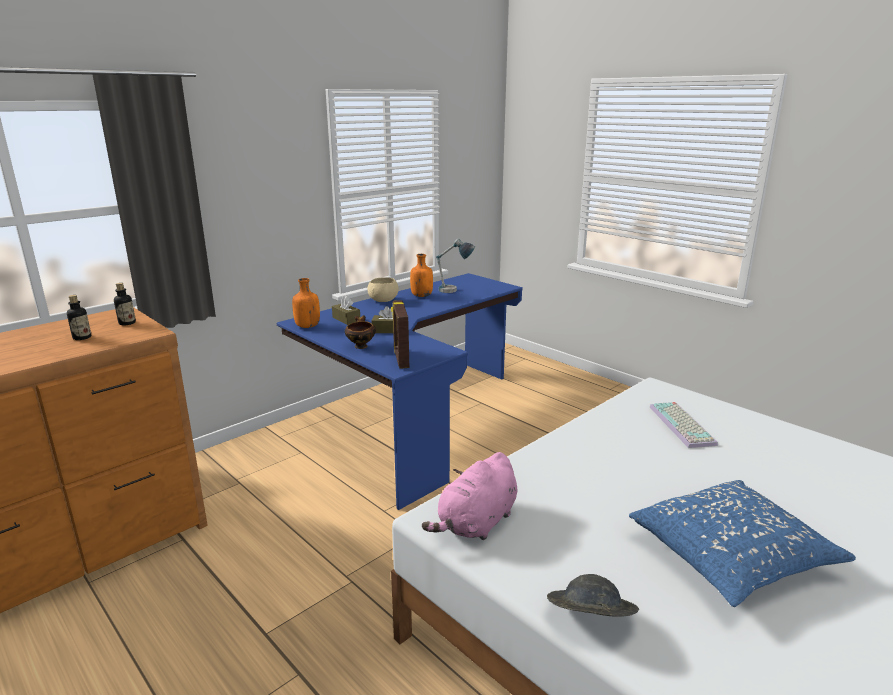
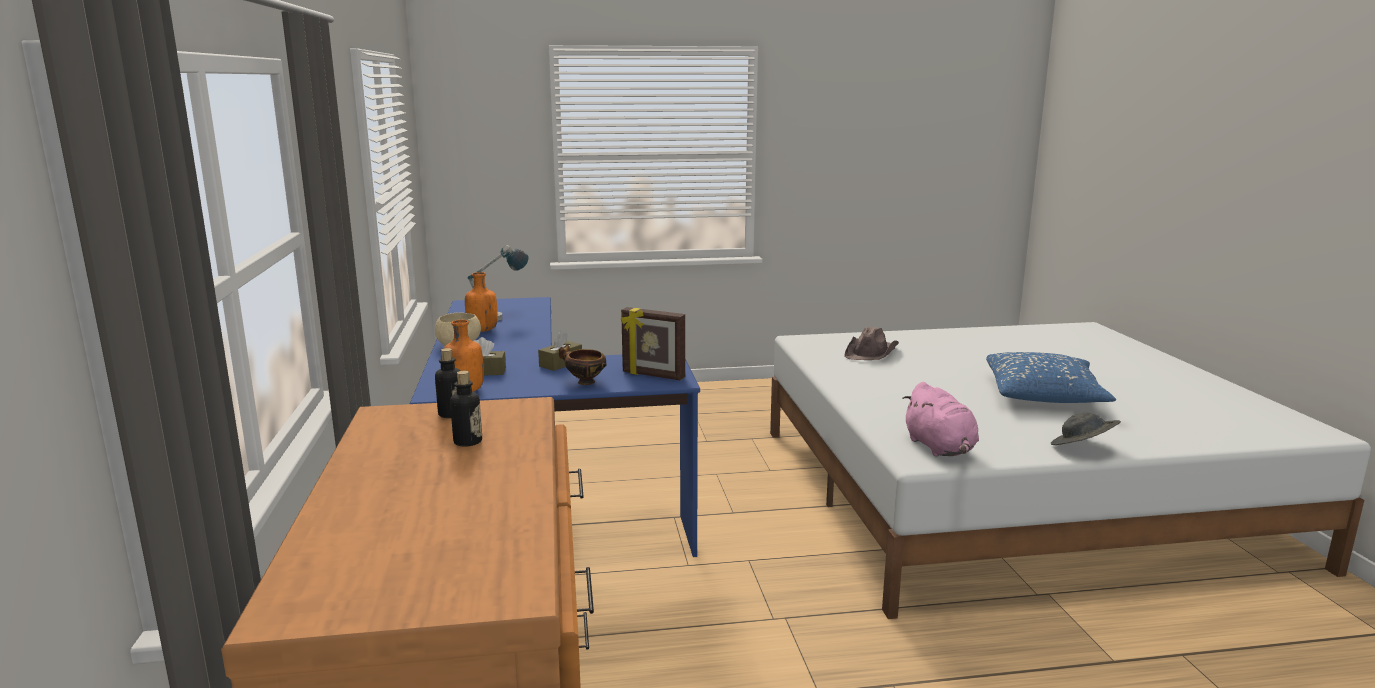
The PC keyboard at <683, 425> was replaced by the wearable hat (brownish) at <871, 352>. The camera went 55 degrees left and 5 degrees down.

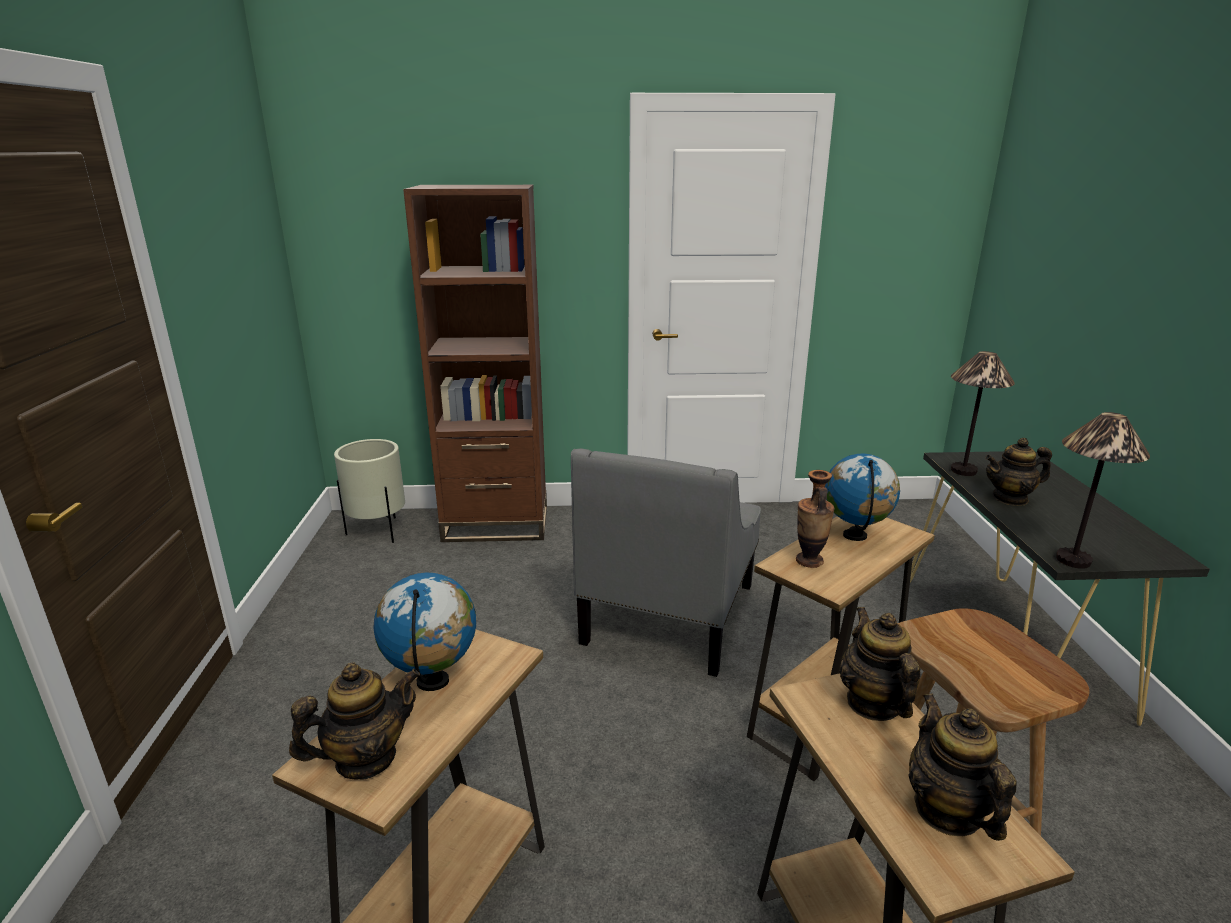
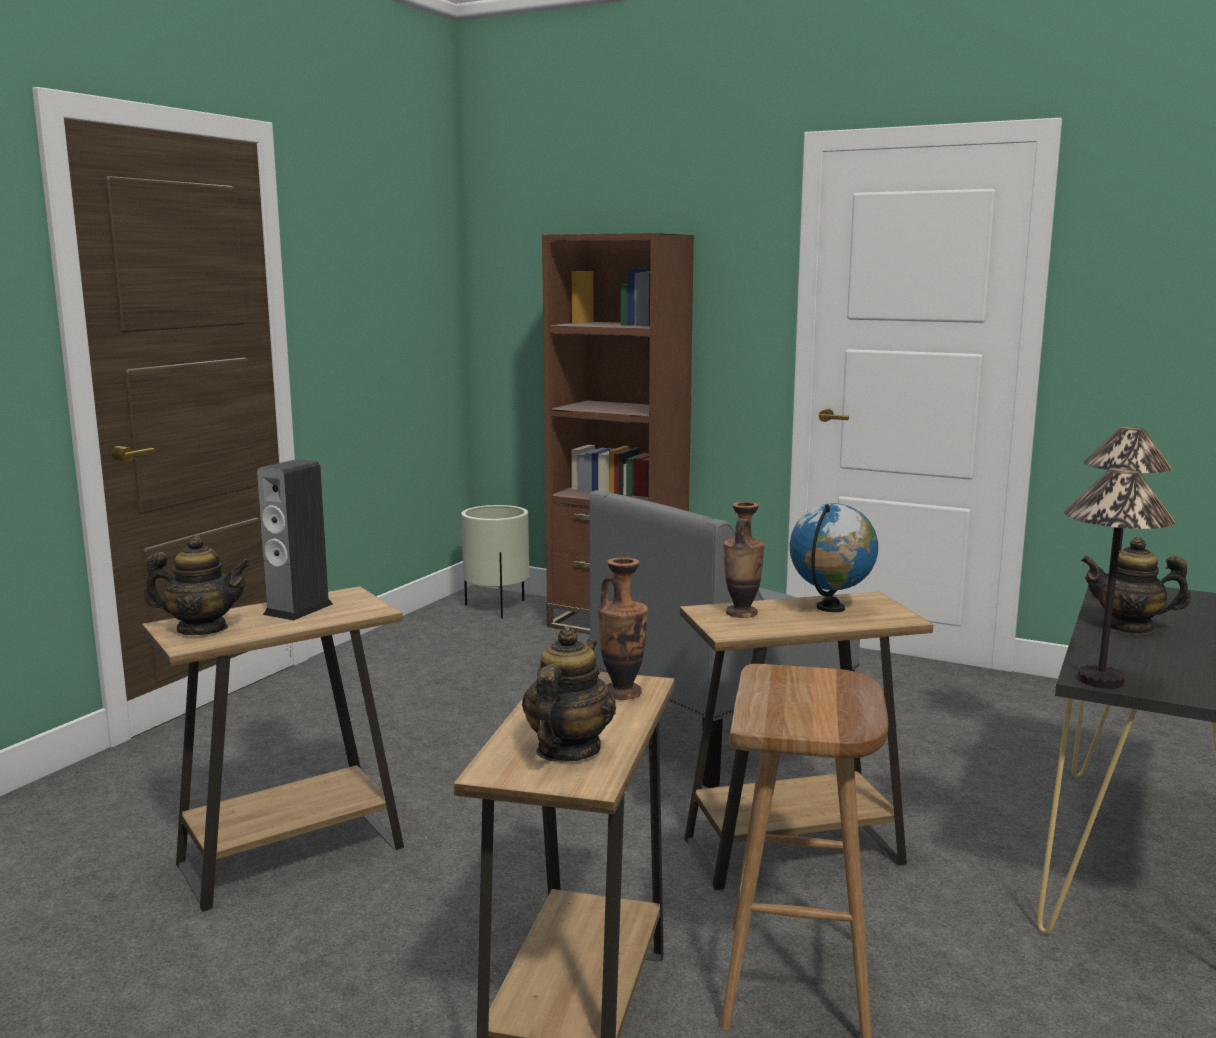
The world globe at <433, 682> was replaced by the speaker at <298, 609>. The pot for tea at <873, 703> was replaced by the flower vase at <622, 693>. The camera went 30 degrees right and 10 degrees down.

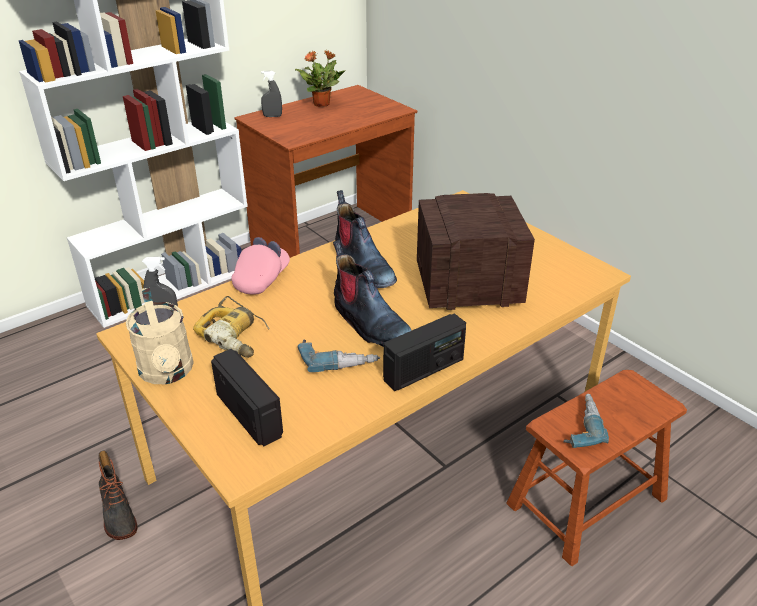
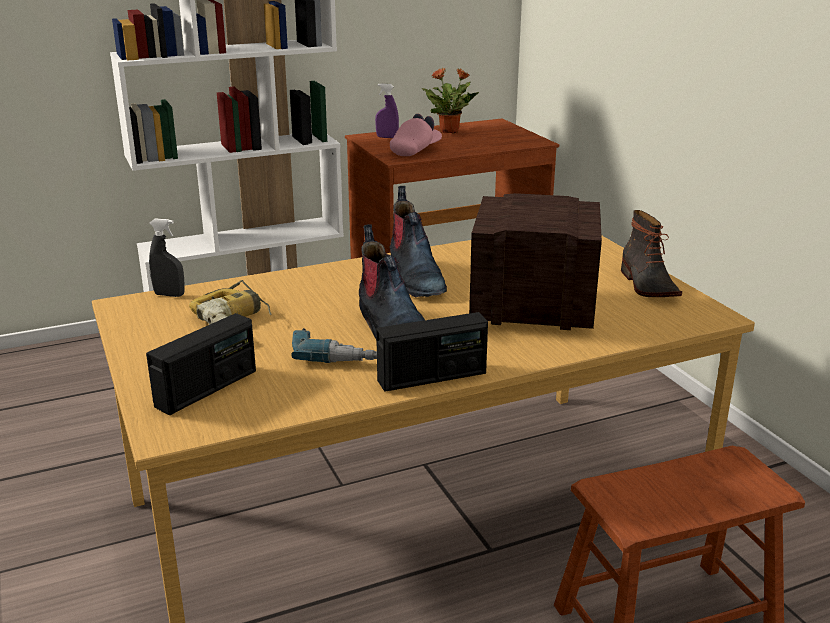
The high-top boot moved from <117, 514> to <646, 285>. The sprinkling can (beige-coloured) at <168, 373> disappeared. The radio receiver at <250, 414> turned 60 degrees clockwise. The peaked cap (pink-coloured) moved from <262, 279> to <416, 150>. The sprayer (grey) at <272, 116> became the sprayer (purple-coloured) at <387, 137>. The power drill at <579, 425> disappeared. The camera went 15 degrees right and 10 degrees down.

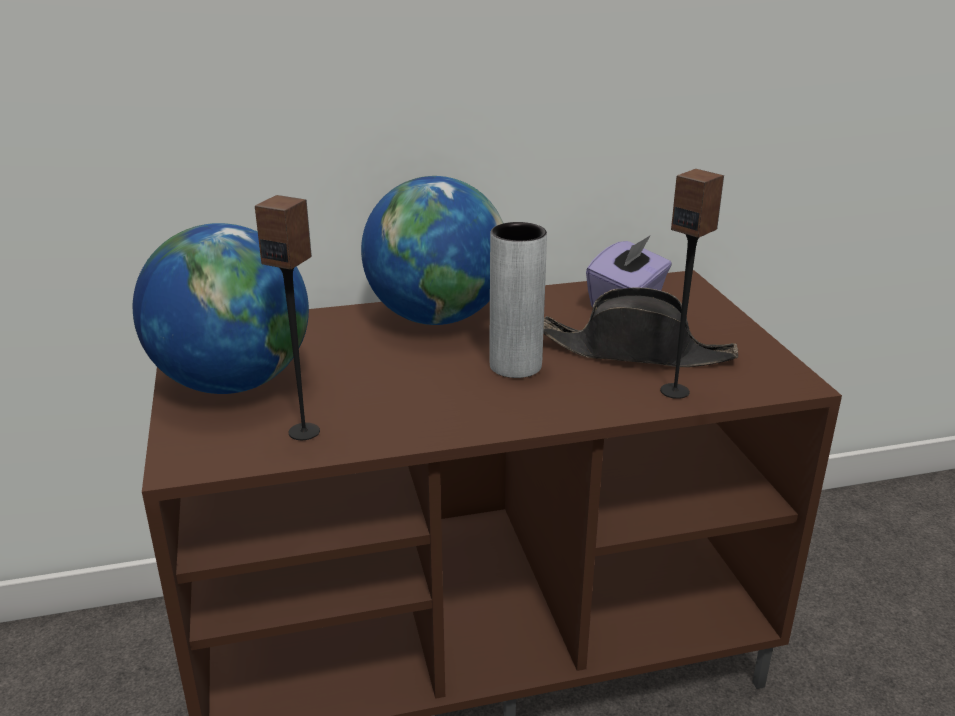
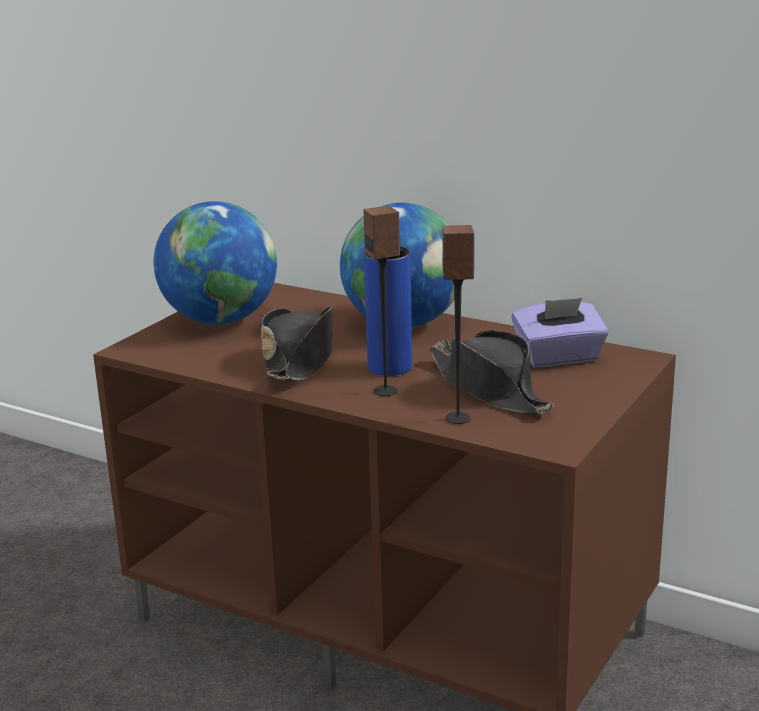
The speaker moved from <304, 431> to <386, 391>. The flower vase (grey) at <515, 366> became the flower vase (blue-coloured) at <390, 367>. The wearable hat (black) at <300, 359> appeared. The camera went 45 degrees right and 5 degrees down.

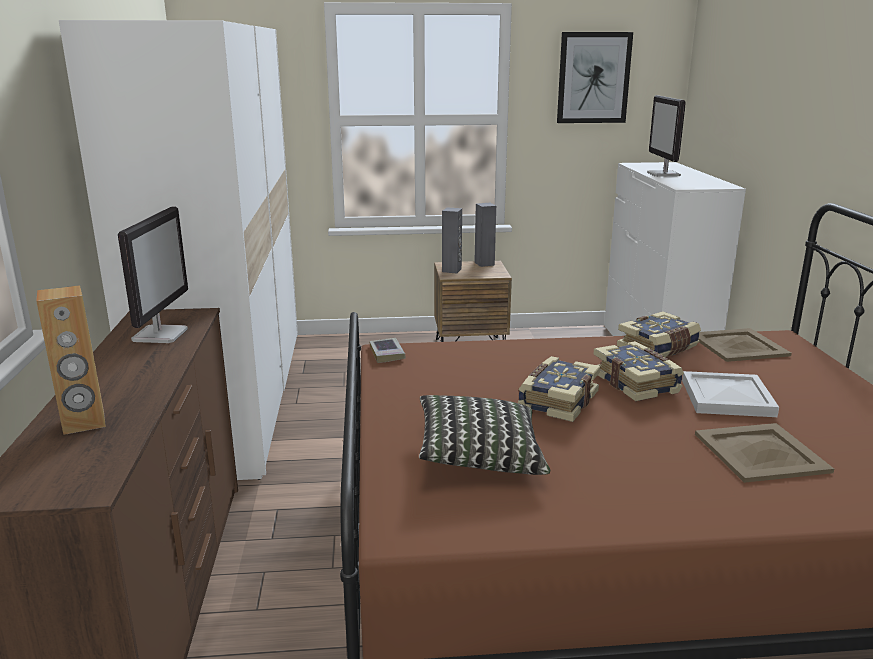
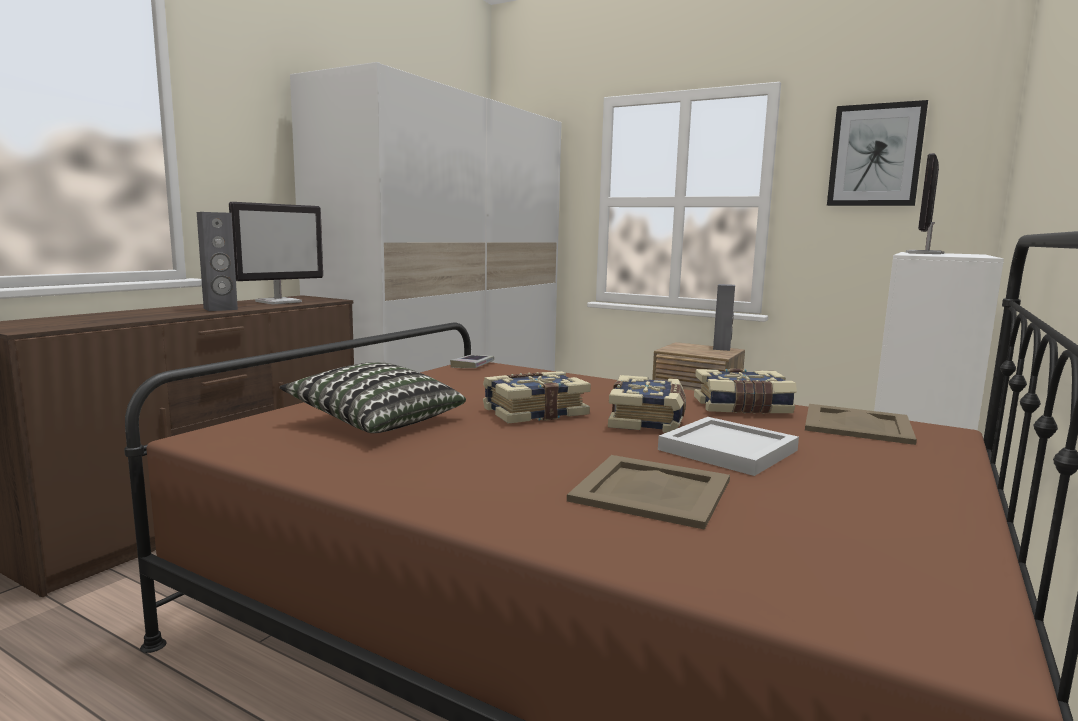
The speaker (brownish) at <84, 423> disappeared. The speaker (grey) moved from <452, 270> to <220, 309>. The camera went 35 degrees right and 10 degrees down.

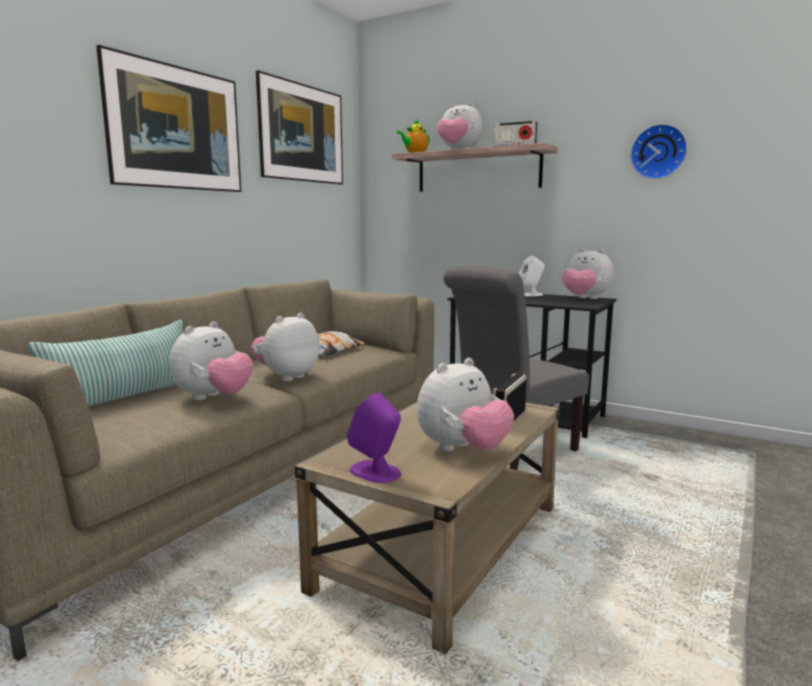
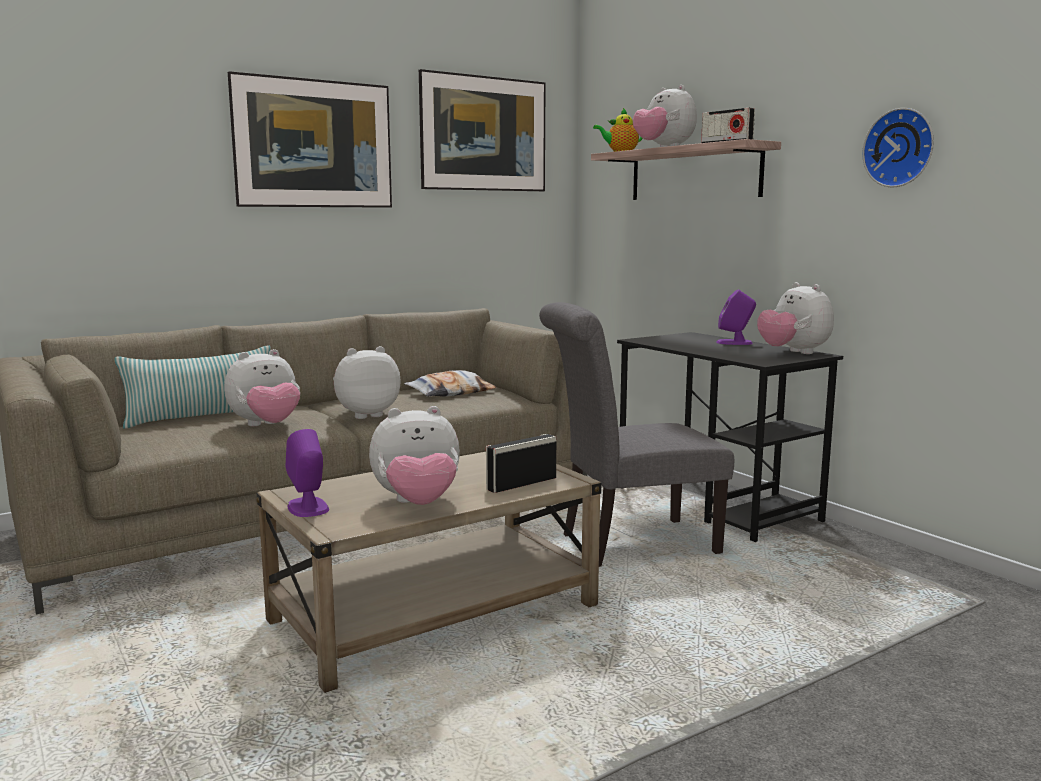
The speaker (white-coloured) at <530, 295> became the speaker (purple-coloured) at <735, 342>. The camera went 25 degrees right and 0 degrees up.

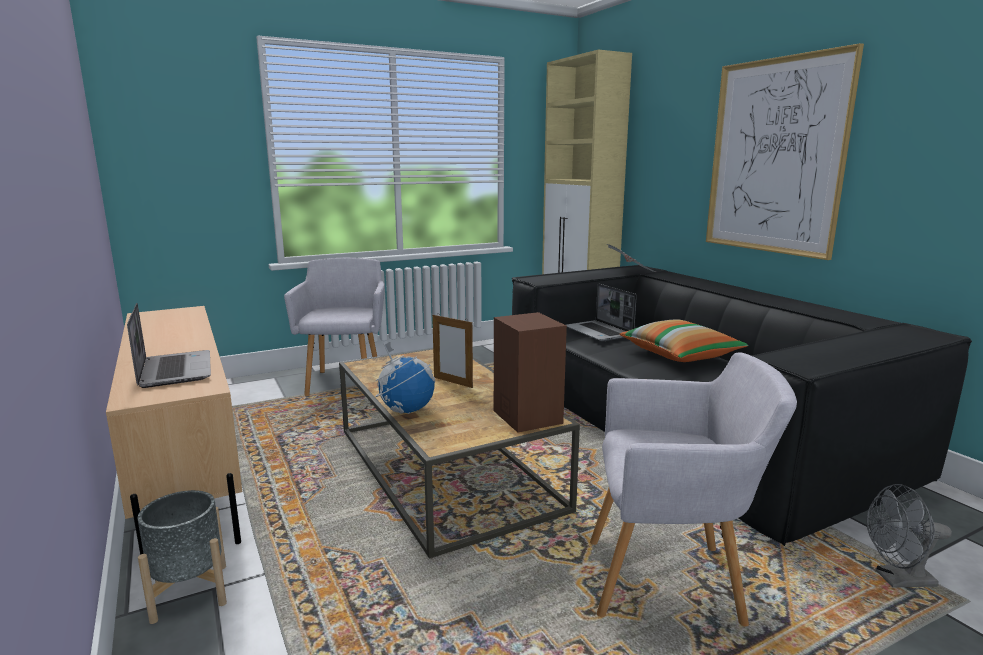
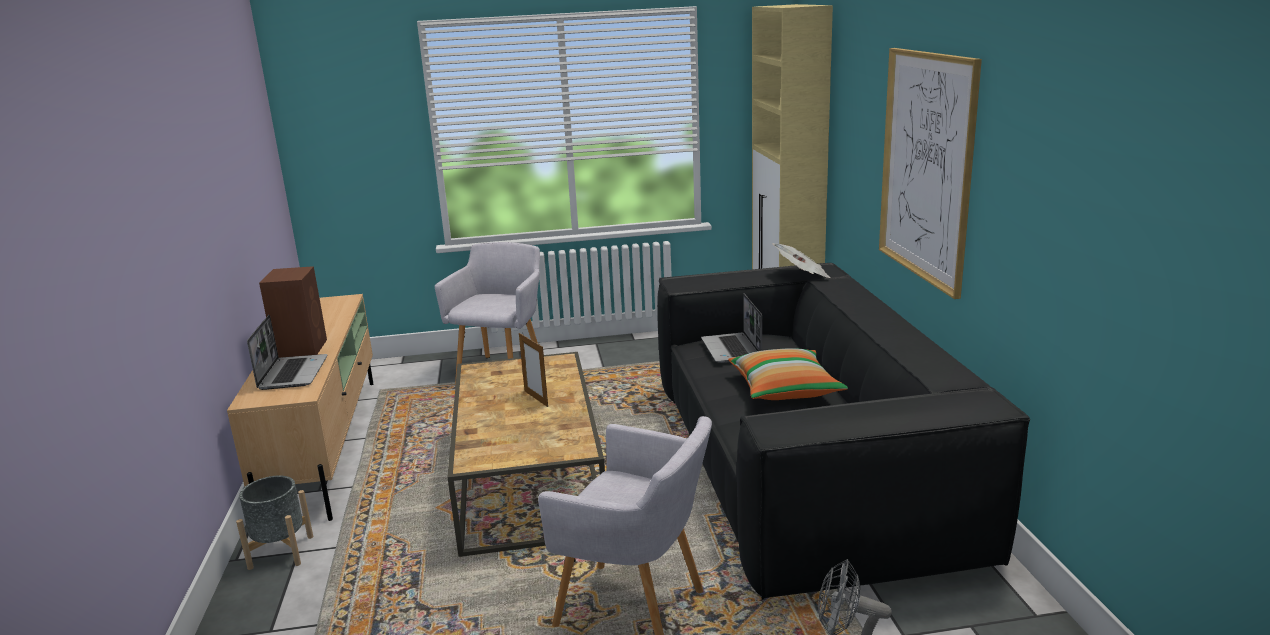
The world globe at <406, 410> disappeared. The speaker (brownish) moved from <526, 416> to <302, 348>. The camera went 20 degrees right and 5 degrees up.

